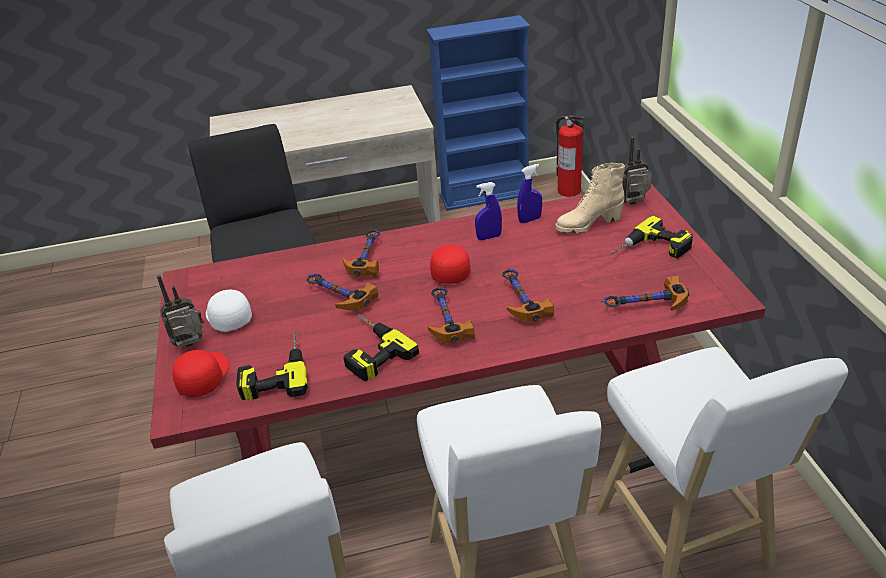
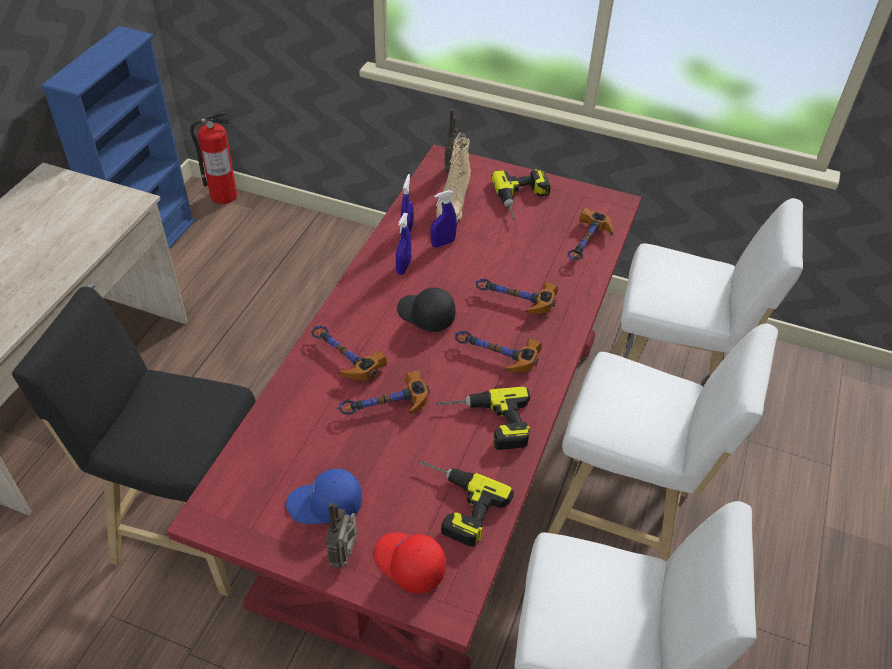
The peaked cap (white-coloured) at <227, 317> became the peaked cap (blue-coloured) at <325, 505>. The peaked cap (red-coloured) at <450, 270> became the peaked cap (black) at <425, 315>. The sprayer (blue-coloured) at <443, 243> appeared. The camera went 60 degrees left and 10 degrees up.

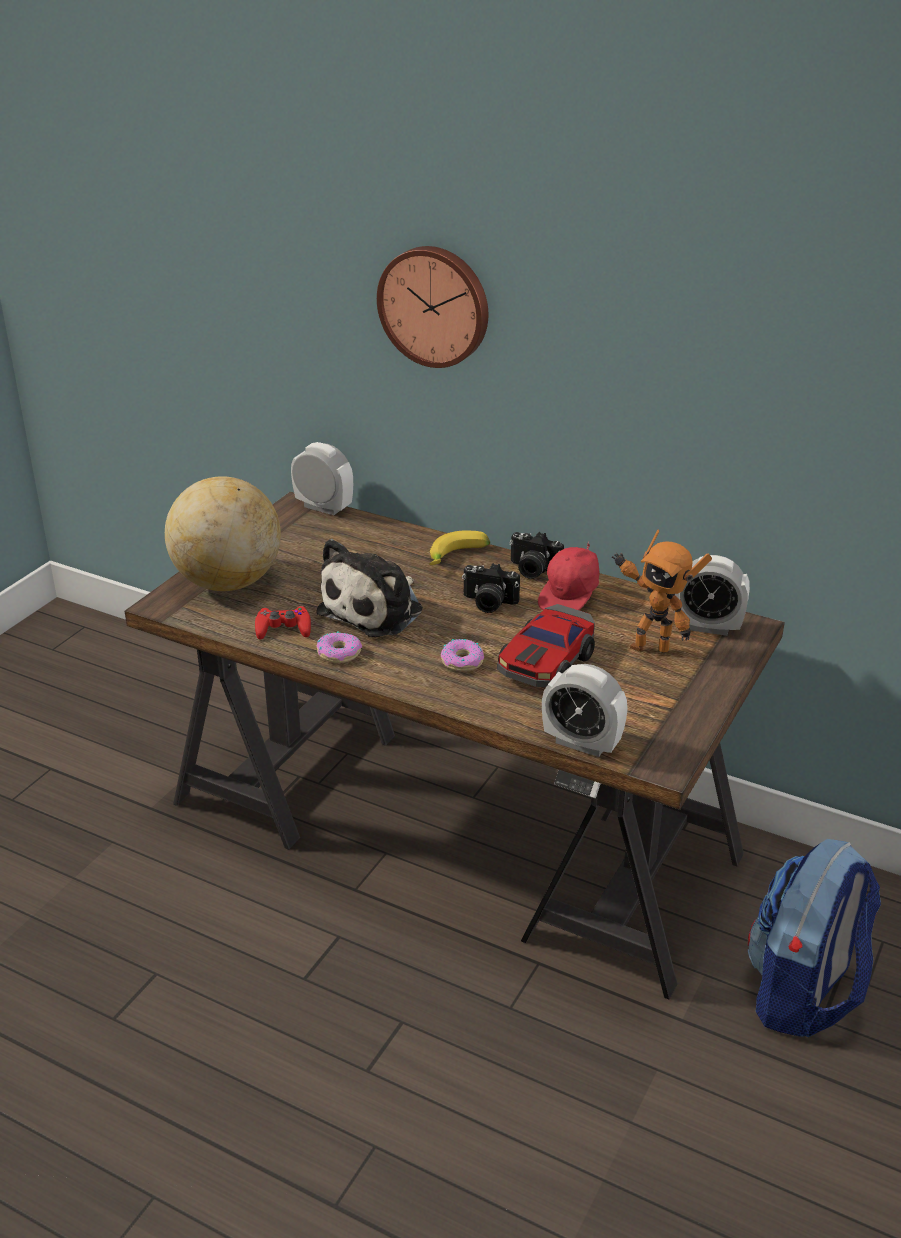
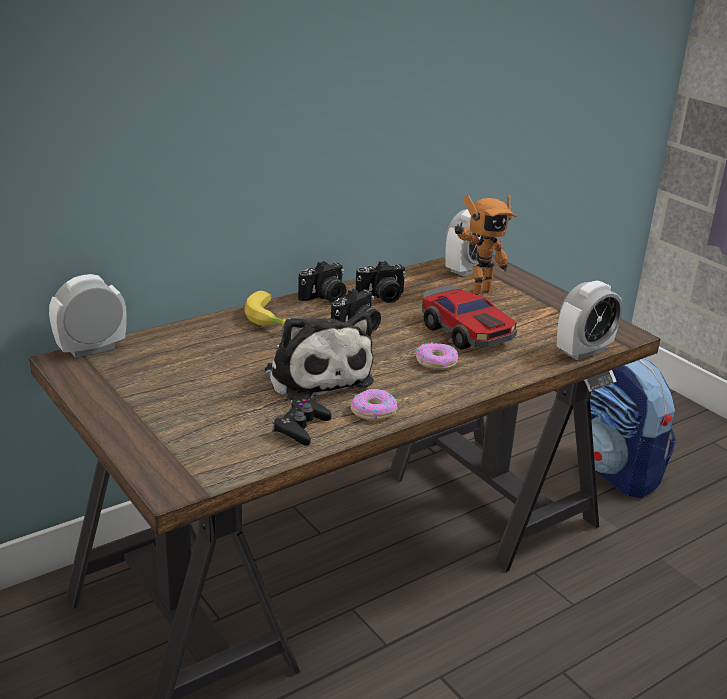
The world globe at <228, 582> disappeared. The game controller (red-coloured) at <283, 628> became the game controller (black) at <301, 427>. The wall clock at <435, 305> disappeared. The peaked cap (red-coloured) at <571, 598> was replaced by the photo camera at <382, 297>. The camera went 65 degrees left and 5 degrees down.

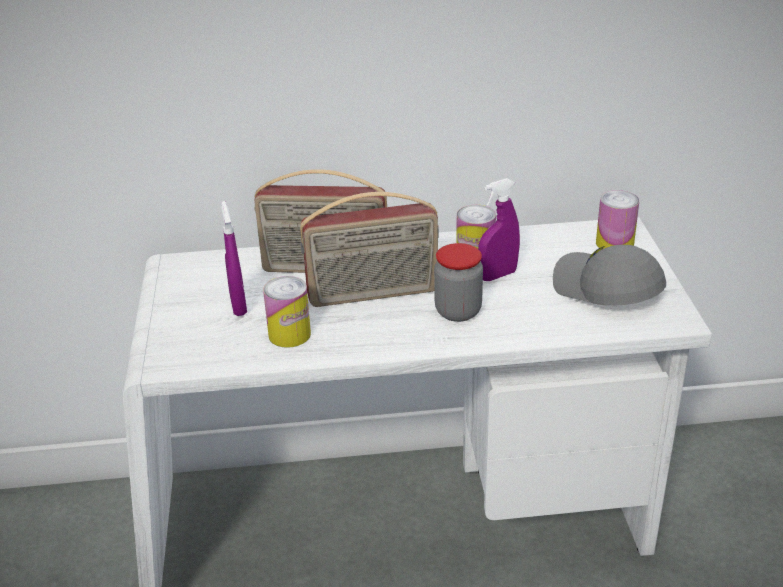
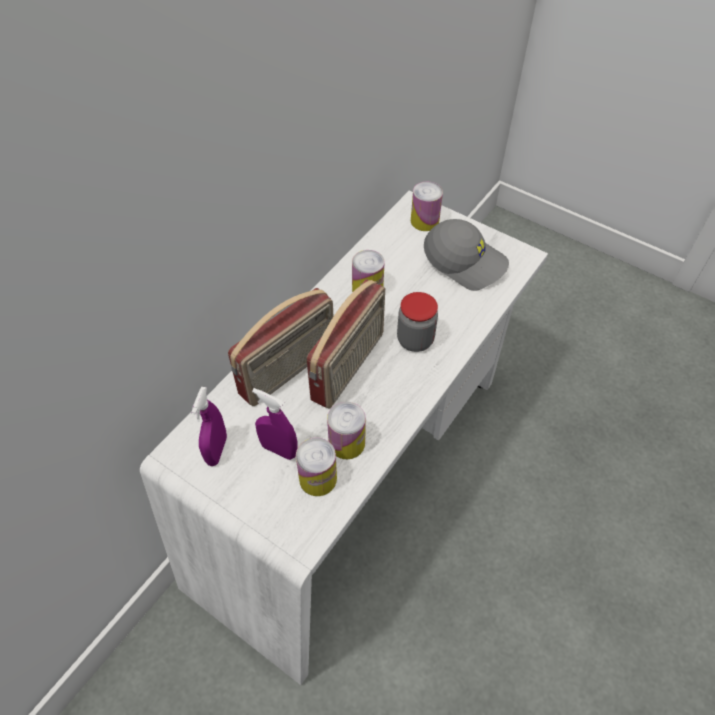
The sprayer (purple-coloured) moved from <497, 275> to <217, 450>. The peaked cap (grey) at <605, 290> turned 150 degrees counterclockwise. The metal can at <318, 478> appeared. The camera went 50 degrees left and 20 degrees up.

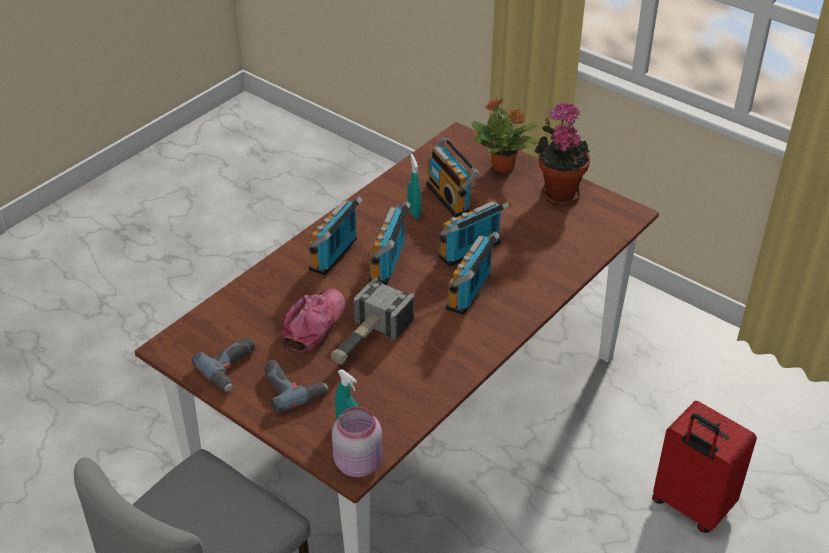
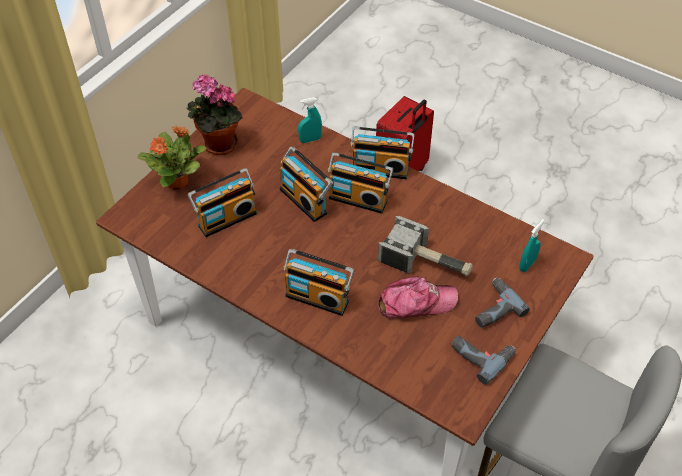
The peaked cap at <313, 325> turned 150 degrees clockwise. The storage jar (pink-coloured) at <358, 462> disappeared. The radio receiver moved from <389, 263> to <380, 168>. The sprayer (turquoise) moved from <414, 211> to <310, 139>. The camera went 95 degrees left and 10 degrees up.

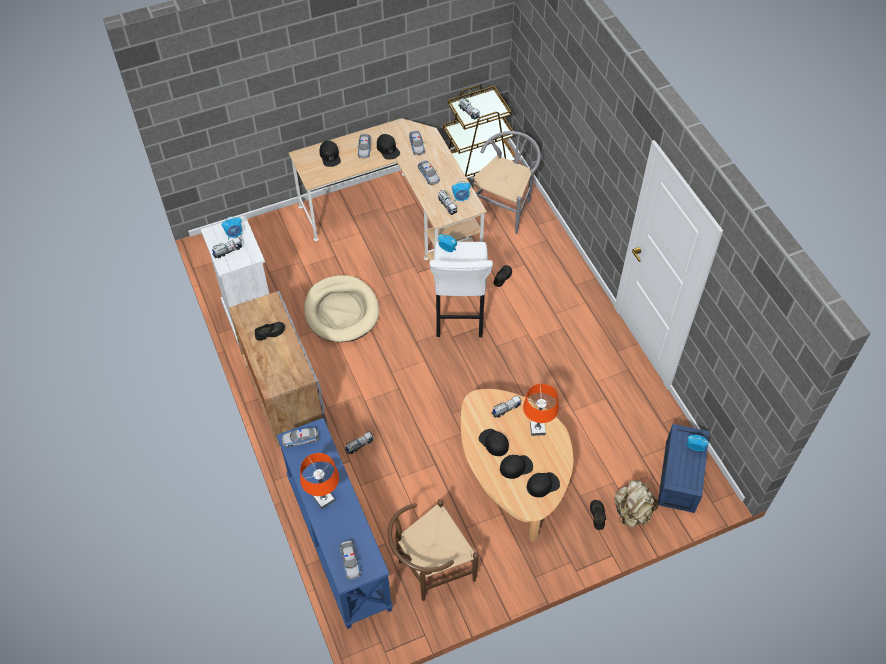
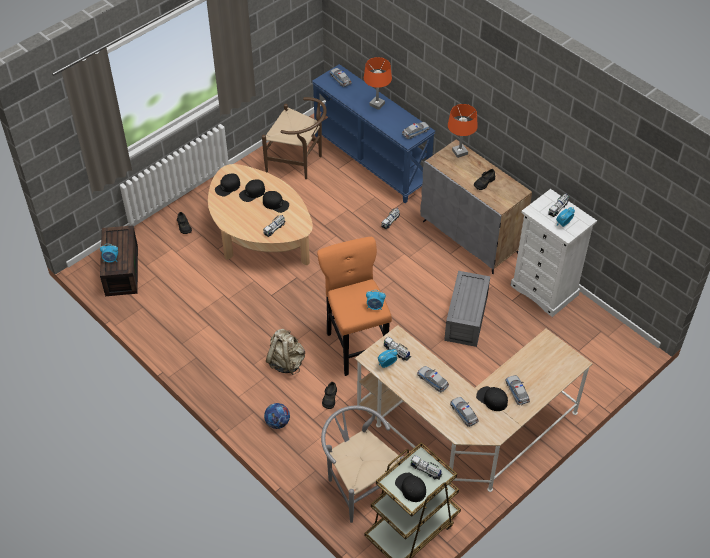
The dog bed (beige-coloured) at <341, 311> was replaced by the storage container (grey) at <467, 319>. The peaked cap (black) moved from <330, 156> to <410, 487>. The upright chair (brownish) at <429, 570> turned 75 degrees clockwise. The stool seat (white-coloured) at <459, 317> became the stool seat (orange) at <355, 345>. The upright chair (grey) at <505, 206> turned 135 degrees clockwise. The lamp for a table (orange) moved from <537, 429> to <459, 152>. The rucksack (beige-coloured) moved from <632, 512> to <286, 362>. The storage container (blue-coloured) at <681, 477> became the storage container (brownish) at <120, 270>. The football ball at <277, 422> appeared. The camera went 160 degrees right and 5 degrees down.

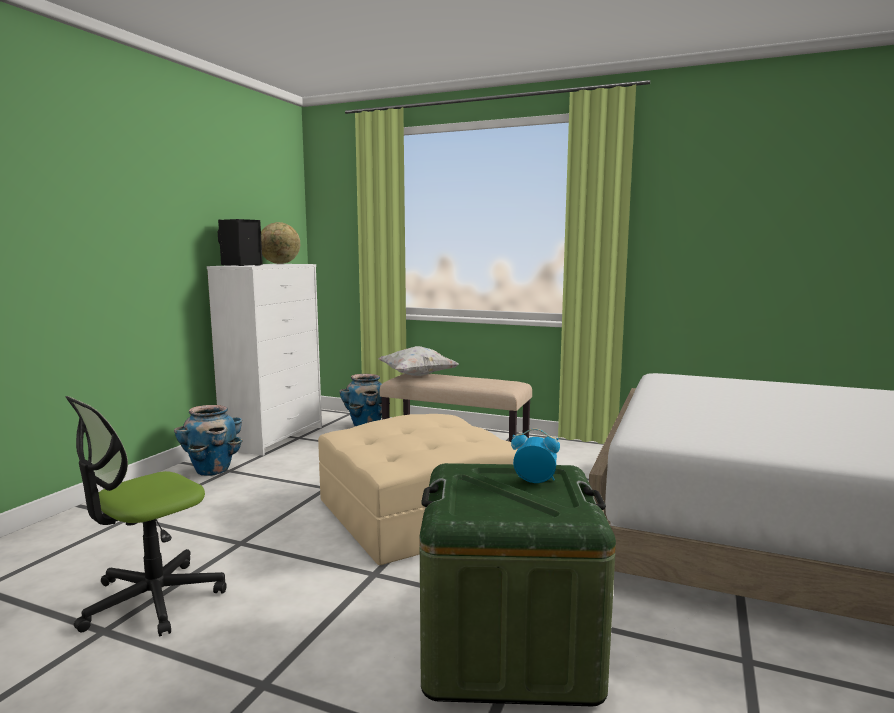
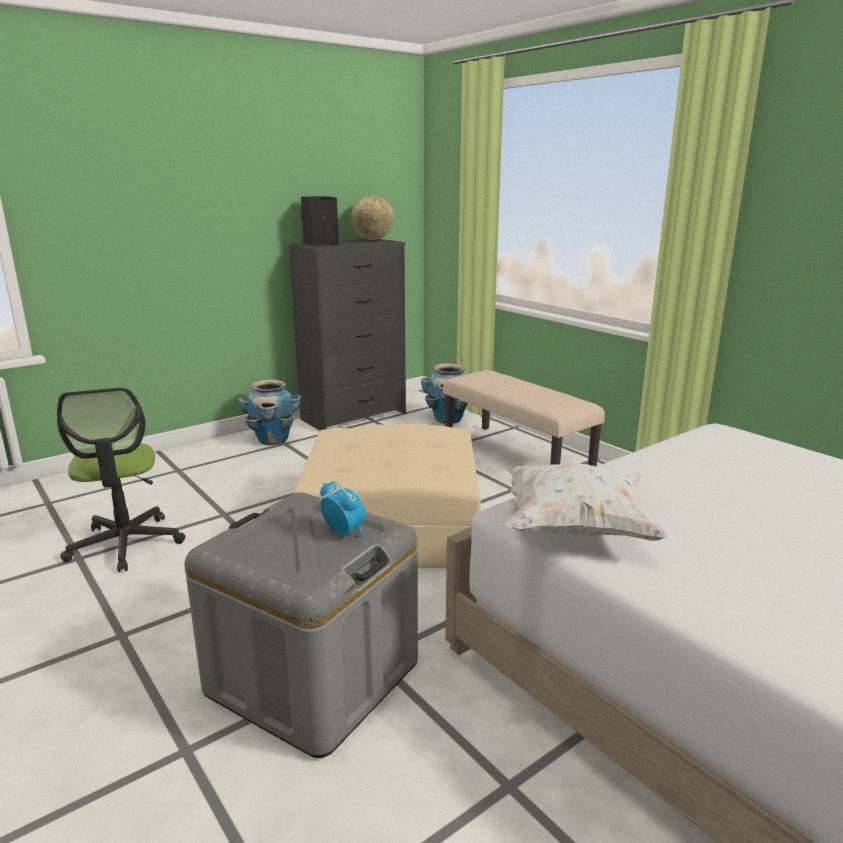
The office chair at <152, 599> turned 90 degrees counterclockwise. The chest of drawers (white-coloured) at <274, 437> became the chest of drawers (black) at <354, 416>. The throw pillow (white-coloured) moved from <417, 376> to <575, 528>. The storage container (green) at <508, 646> became the storage container (grey) at <313, 677>. The camera went 30 degrees right and 10 degrees up.

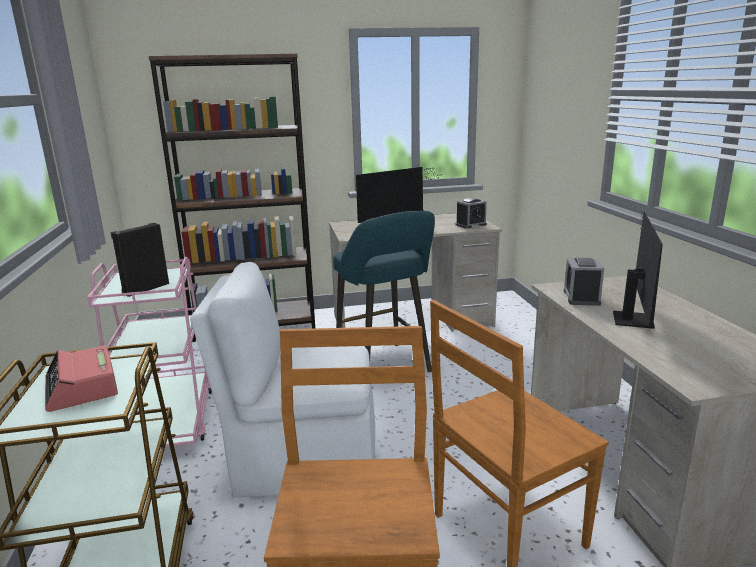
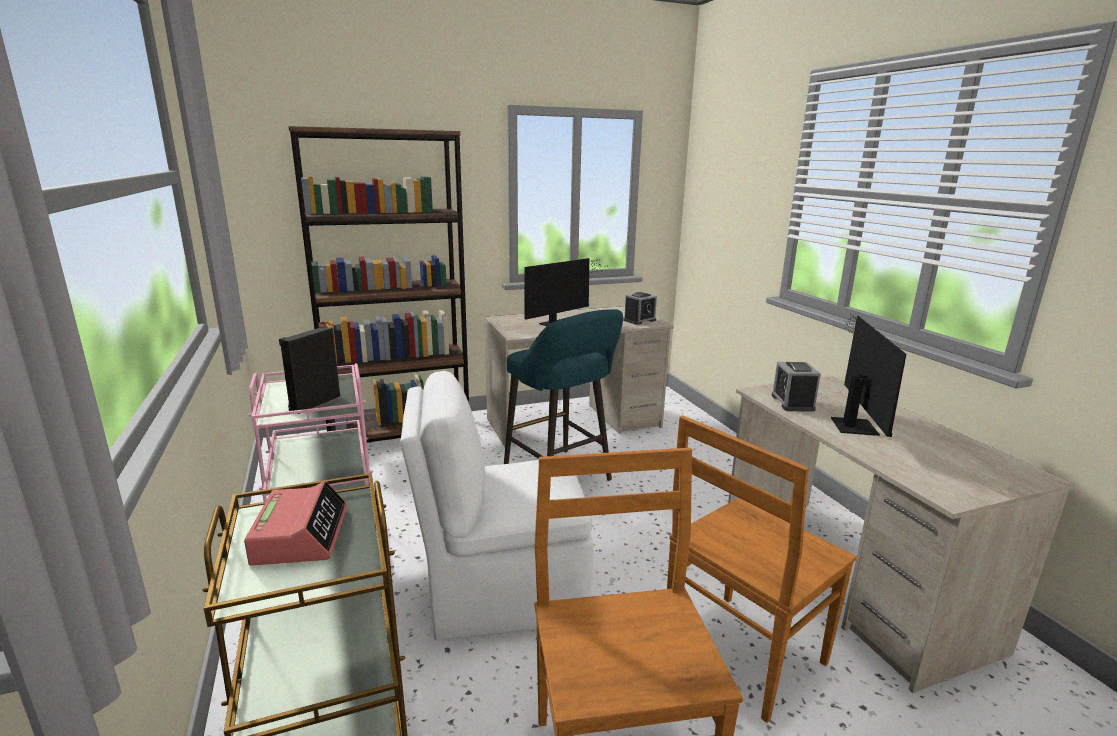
The alarm clock at <82, 388> turned 150 degrees counterclockwise. The camera went 10 degrees left and 0 degrees up.

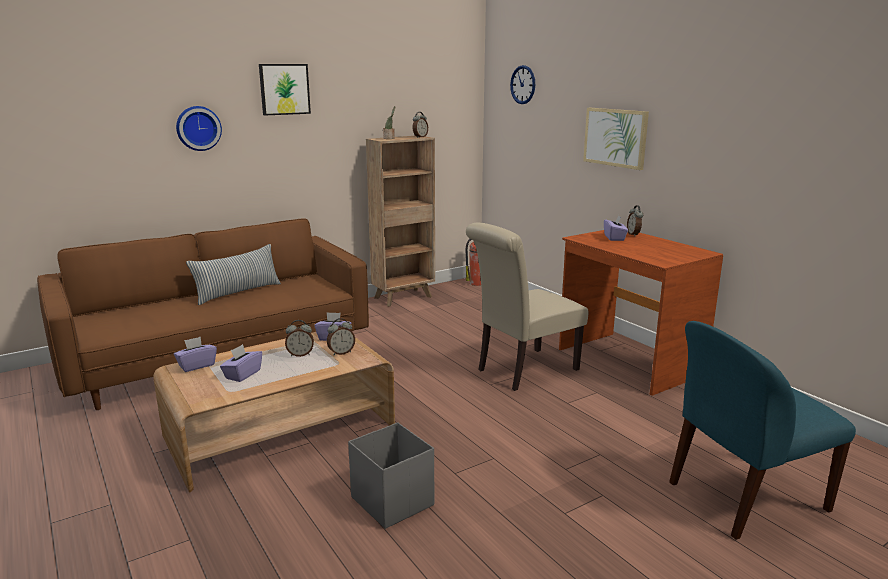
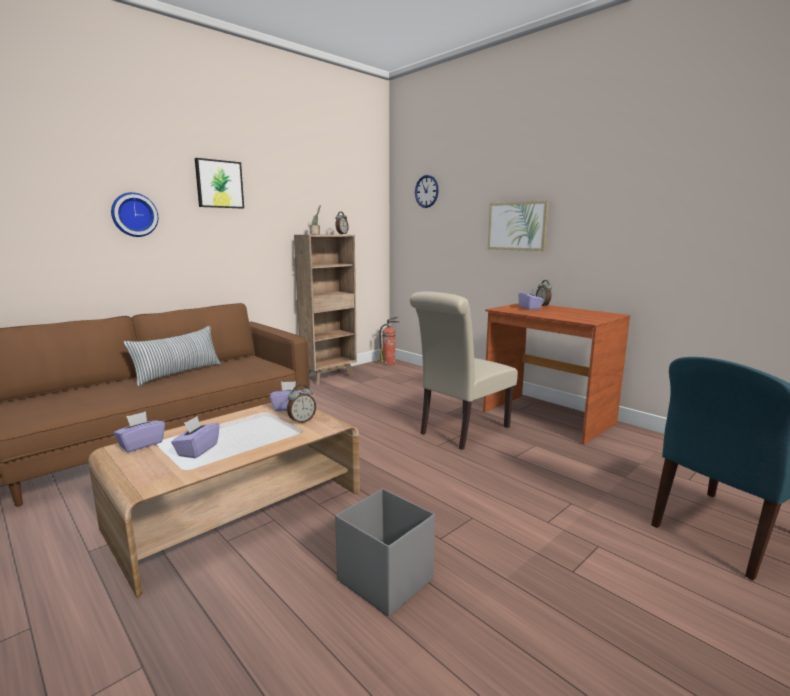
The alarm clock at <300, 354> disappeared. The camera went 10 degrees left and 5 degrees down.

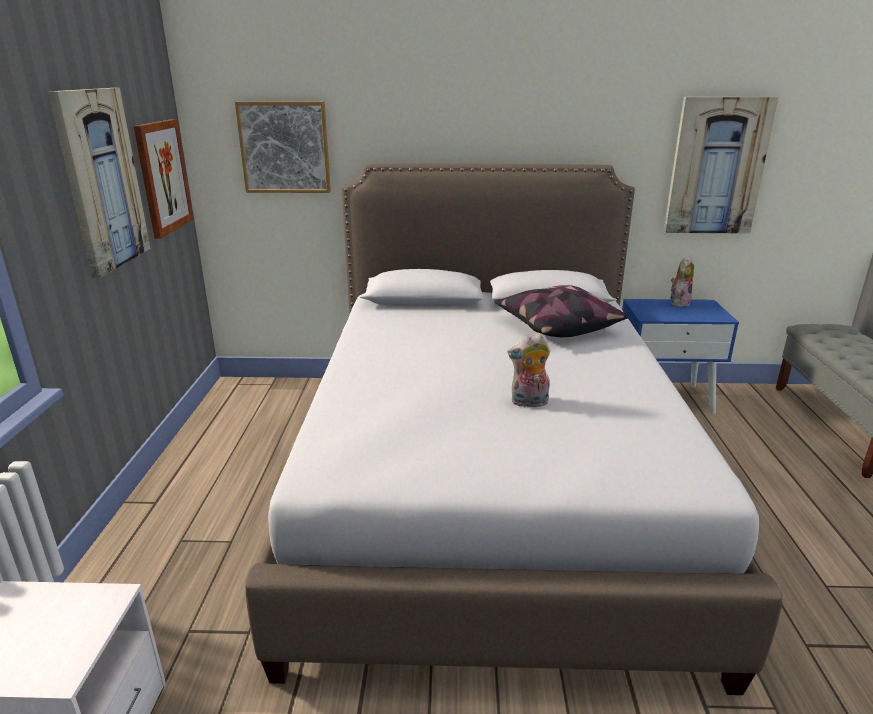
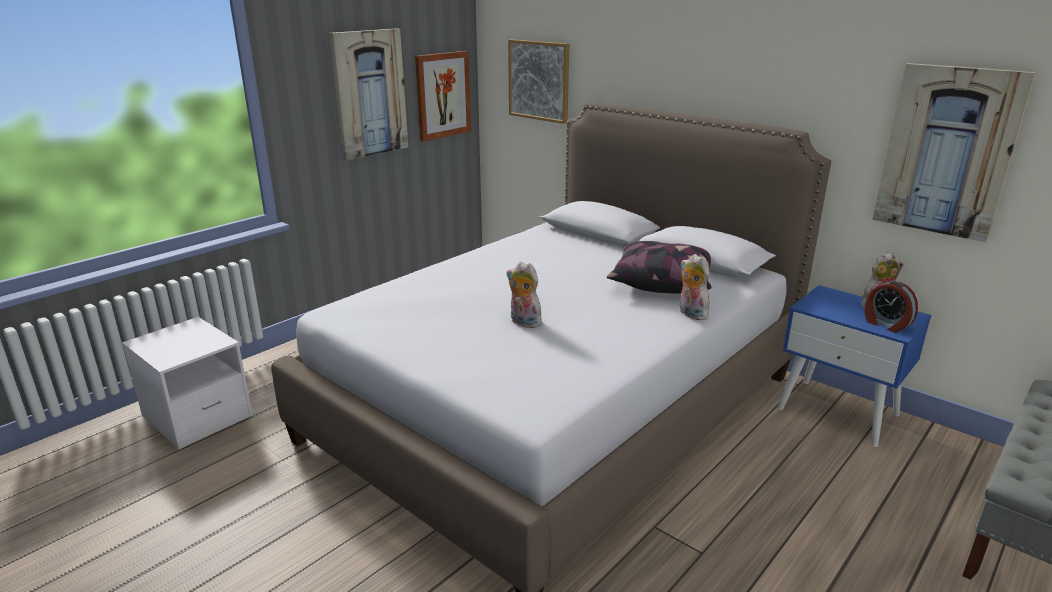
The cuddly toy at <690, 314> appeared. The alarm clock at <885, 324> appeared. The camera went 40 degrees right and 0 degrees up.

